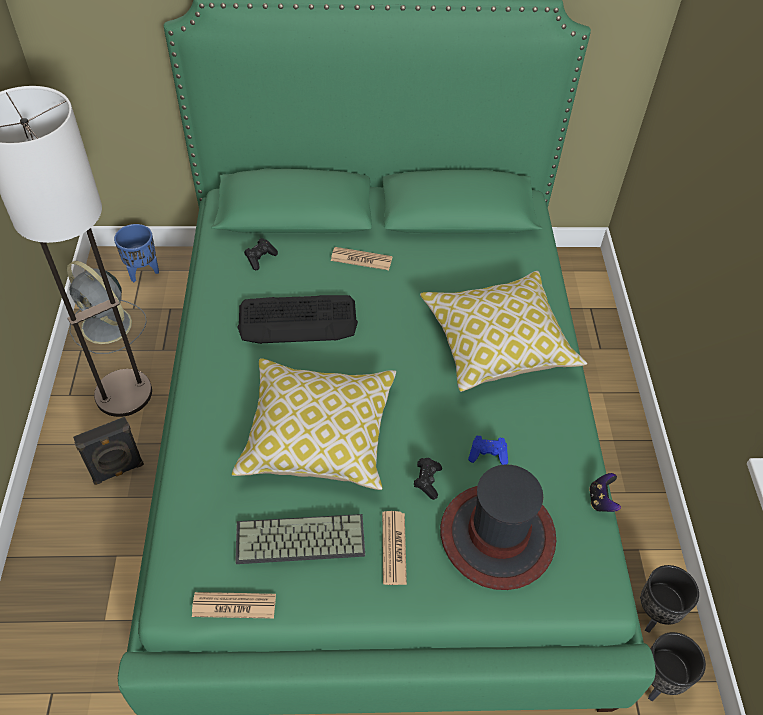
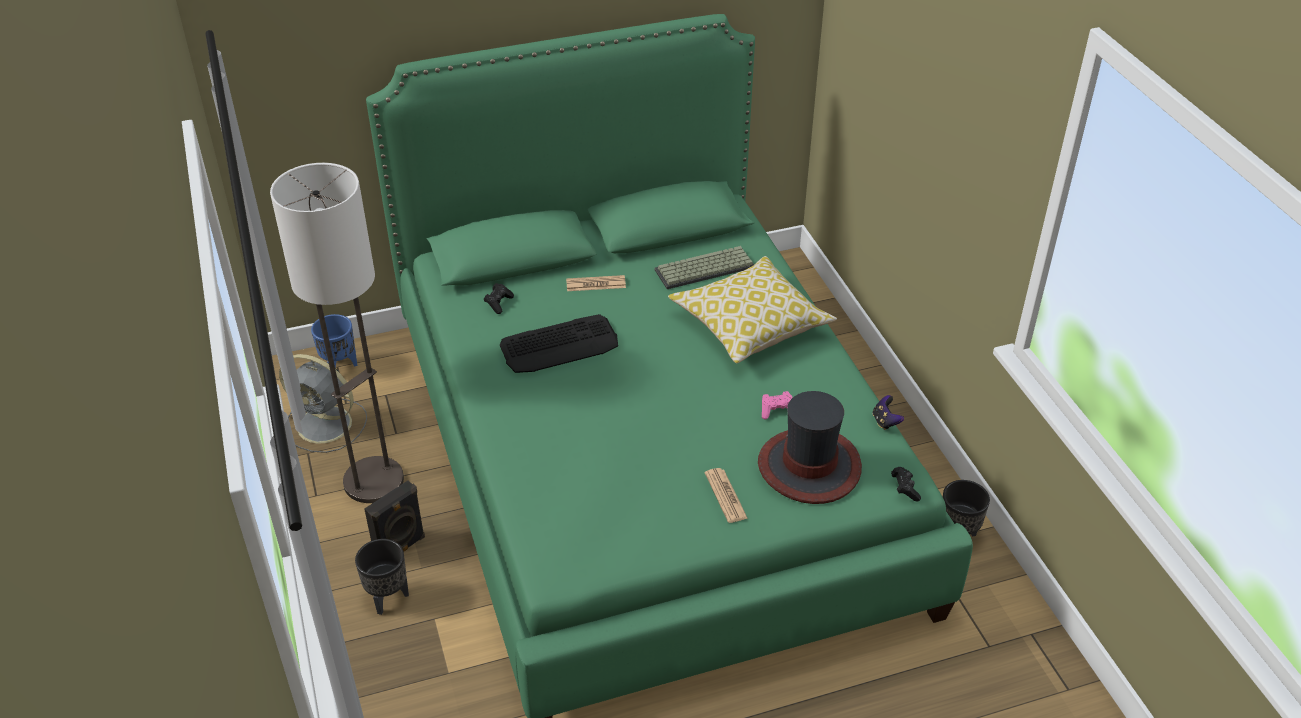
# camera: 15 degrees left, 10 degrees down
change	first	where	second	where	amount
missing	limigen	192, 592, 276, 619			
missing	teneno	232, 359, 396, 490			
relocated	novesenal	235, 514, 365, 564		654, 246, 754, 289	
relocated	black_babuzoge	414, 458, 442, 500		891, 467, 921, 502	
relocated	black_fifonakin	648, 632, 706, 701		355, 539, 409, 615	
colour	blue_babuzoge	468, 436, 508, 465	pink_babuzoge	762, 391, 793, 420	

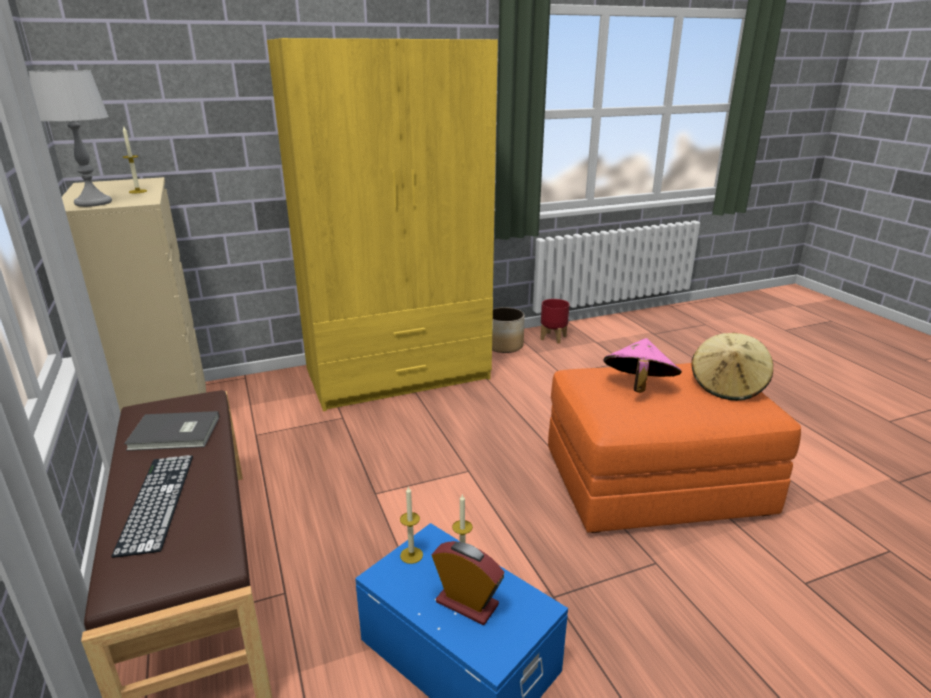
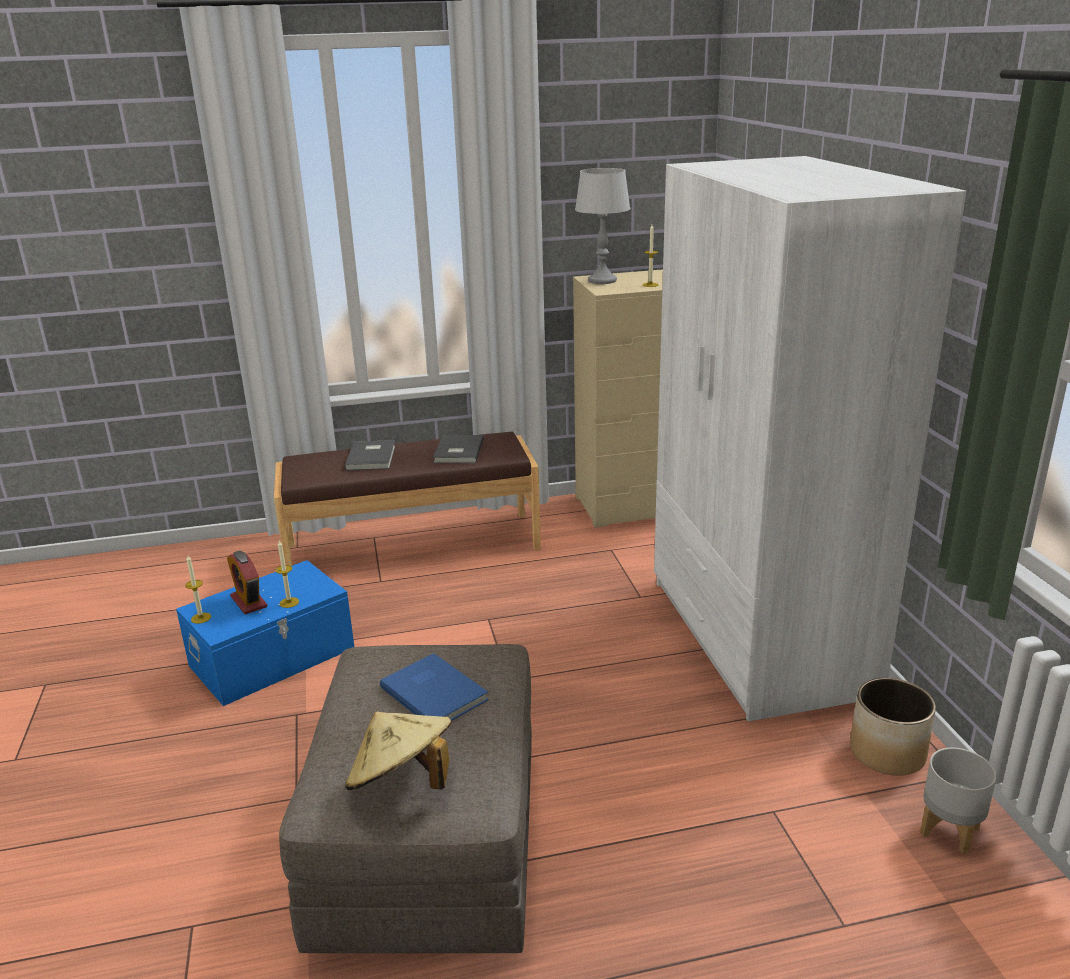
# camera: 100 degrees right, 0 degrees up
change	first	where	second	where	amount
relocated	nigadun	400, 486, 423, 564		185, 554, 211, 624	
exchanged	novesenal	111, 455, 193, 558	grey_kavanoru	345, 440, 395, 470	
exchanged	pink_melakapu	604, 338, 682, 393	blue_kavanoru	380, 653, 489, 721	
colour	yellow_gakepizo	267, 38, 498, 411	white_gakepizo	654, 156, 967, 721	
colour	red_fifonakin	540, 299, 570, 344	grey_fifonakin	920, 747, 997, 854	
colour	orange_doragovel	548, 363, 801, 533	grey_doragovel	279, 644, 532, 953	
spun	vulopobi	432, 541, 504, 625		227, 551, 267, 614	105 degrees clockwise

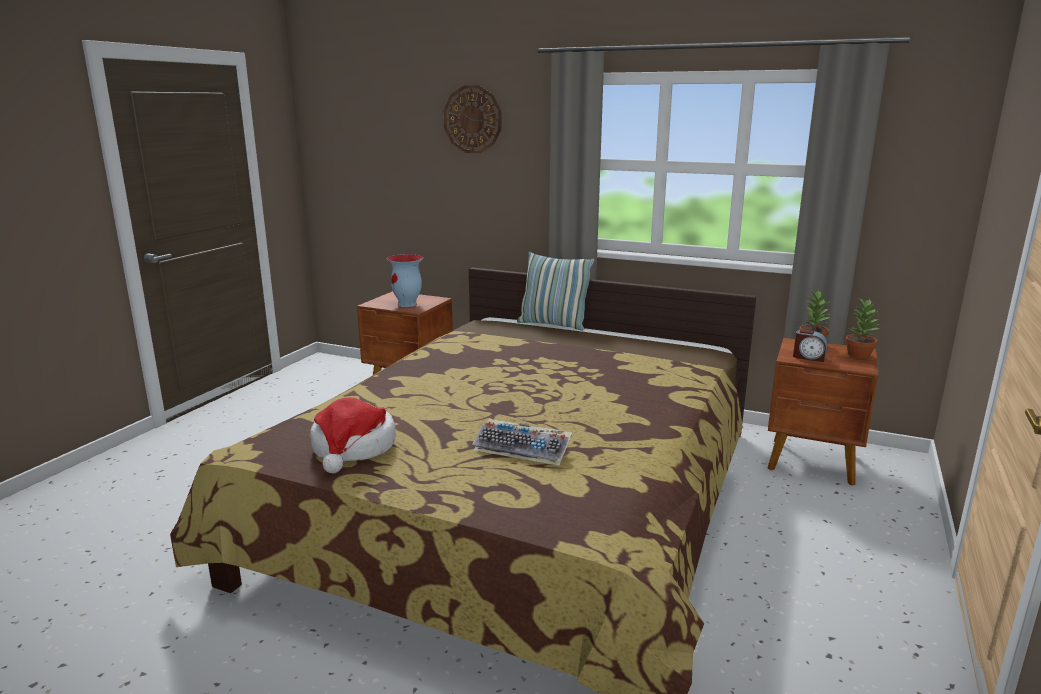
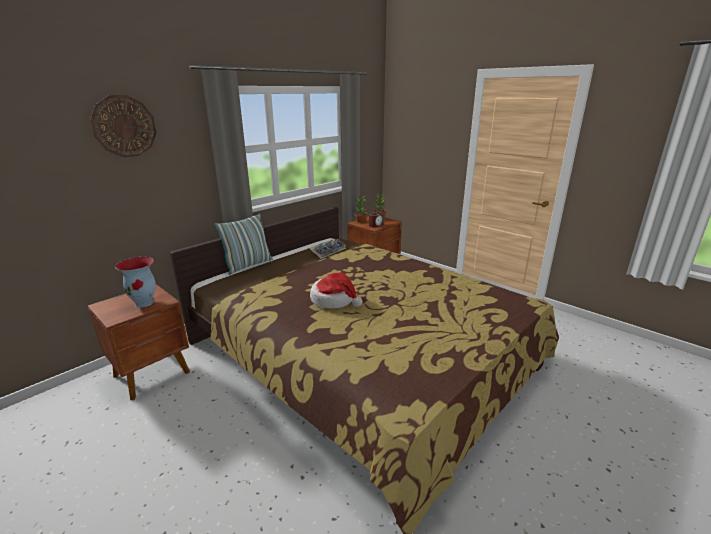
# camera: 70 degrees left, 5 degrees up
change	first	where	second	where	amount
relocated	melakapu	310, 397, 396, 474		310, 273, 362, 309	
relocated	novesenal	473, 419, 572, 466		309, 239, 346, 259	

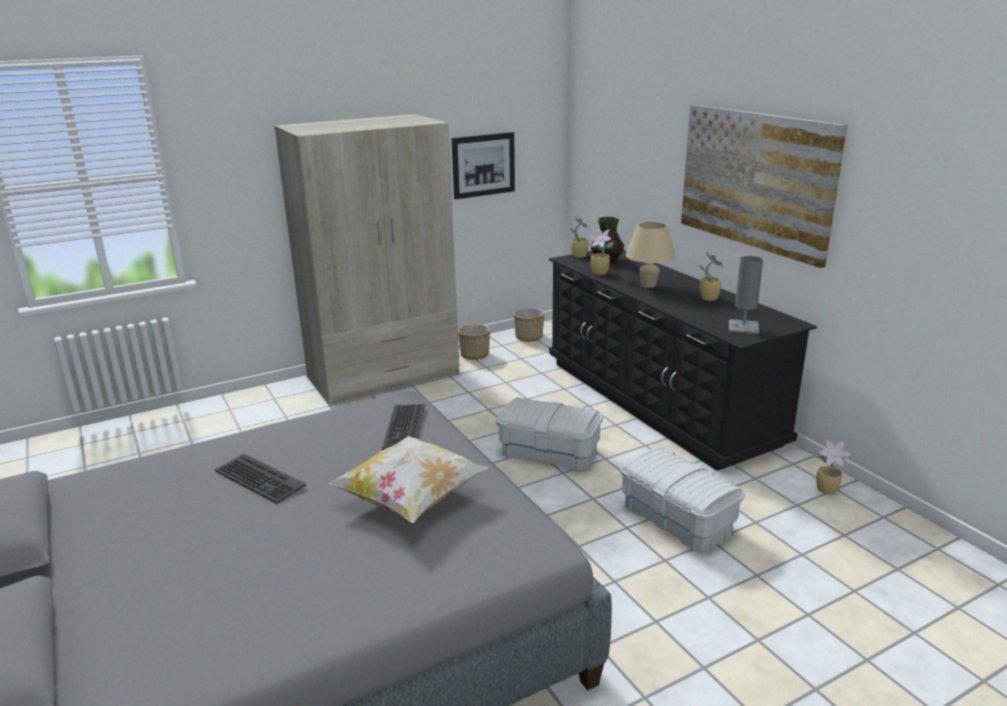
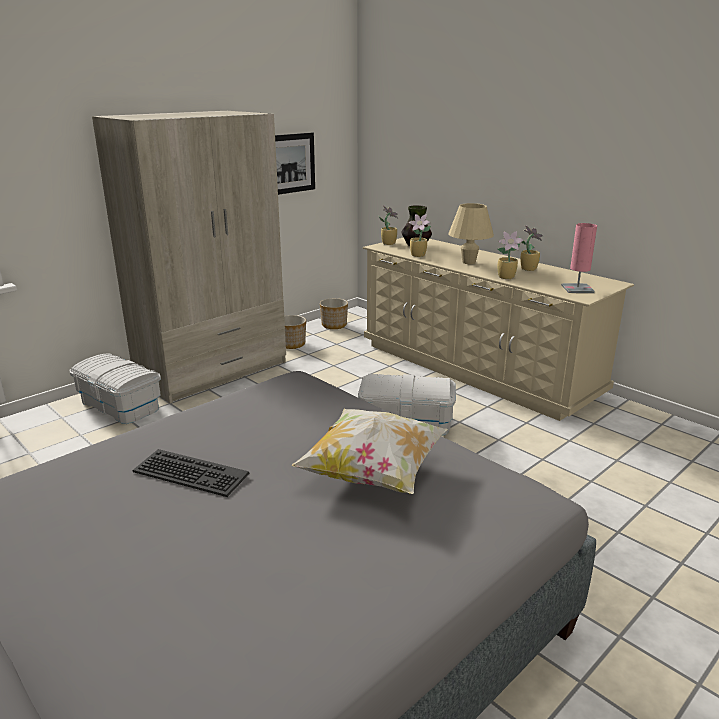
# camera: 15 degrees left, 0 degrees up
change	first	where	second	where	amount
missing	novesenal	382, 404, 425, 450			
missing	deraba	681, 104, 847, 268			
relocated	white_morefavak	620, 447, 745, 553		70, 353, 161, 424	
relocated	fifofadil	816, 440, 851, 495		498, 231, 524, 279	
colour	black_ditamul	549, 250, 817, 471	beige_ditamul	363, 237, 634, 421	
colour	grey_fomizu	729, 256, 763, 334	pink_fomizu	561, 223, 597, 293	

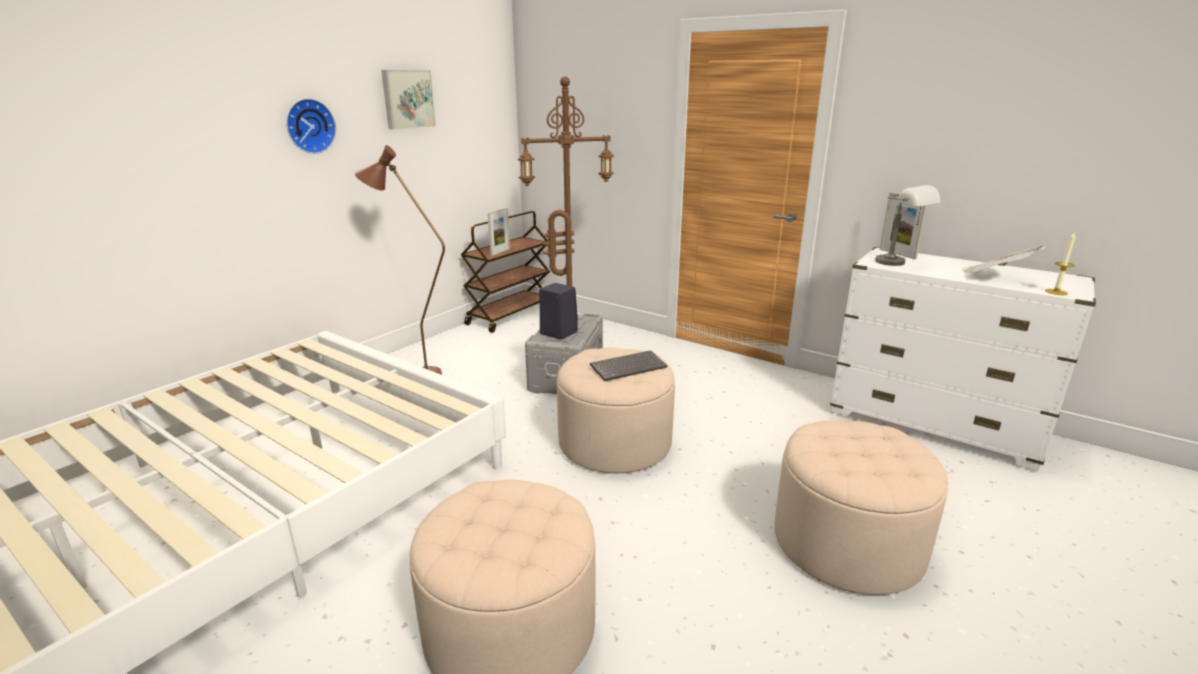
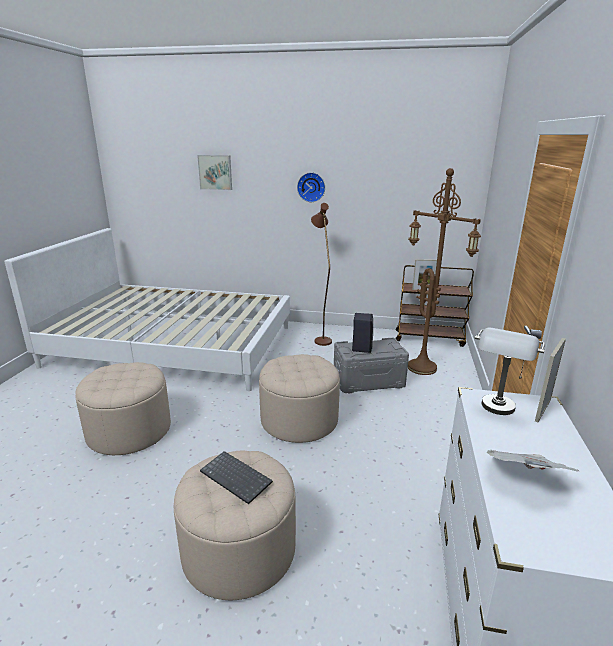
# camera: 65 degrees right, 0 degrees up
change	first	where	second	where	amount
missing	nigadun	1045, 231, 1075, 295			
relocated	deraba	381, 70, 436, 129		197, 155, 232, 190	
relocated	novesenal	590, 350, 668, 381		200, 451, 273, 504	

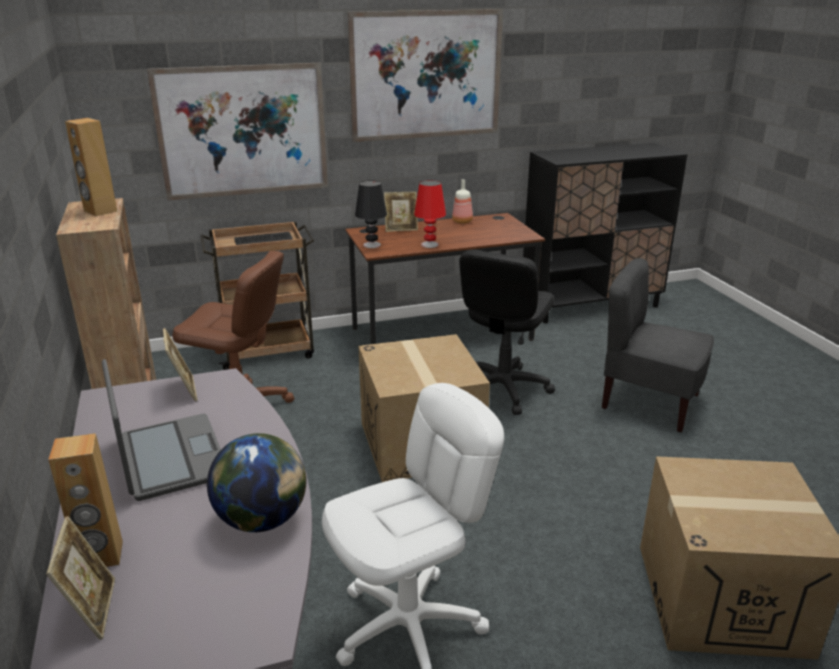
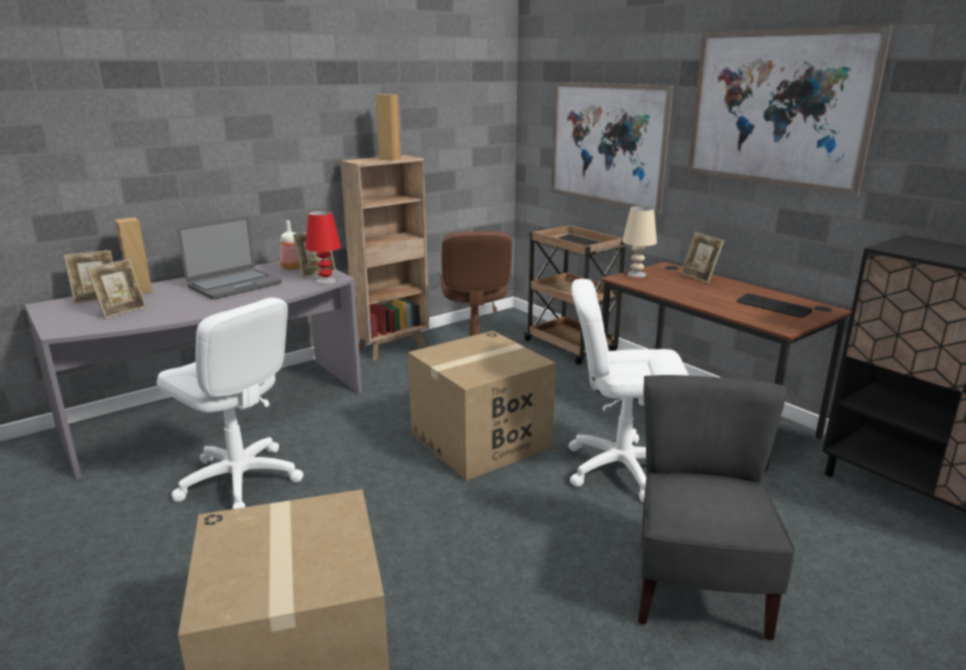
# camera: 70 degrees right, 5 degrees down
change	first	where	second	where	amount
missing	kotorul	207, 433, 306, 532			
appeared			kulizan	86, 259, 146, 319	
appeared			novesenal	737, 293, 812, 318	
relocated	red_fomizu	414, 180, 446, 248		305, 210, 341, 284	
relocated	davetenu	452, 179, 473, 224		280, 220, 300, 270	
colour	black_fomizu	355, 180, 387, 248	beige_fomizu	622, 206, 657, 278	
colour	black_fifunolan	459, 249, 555, 415	white_fifunolan	568, 279, 689, 502	

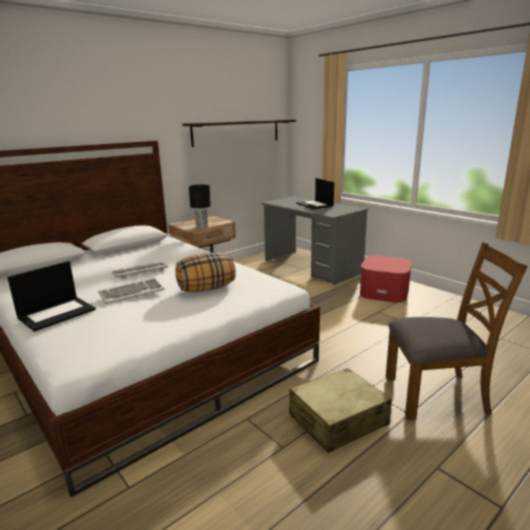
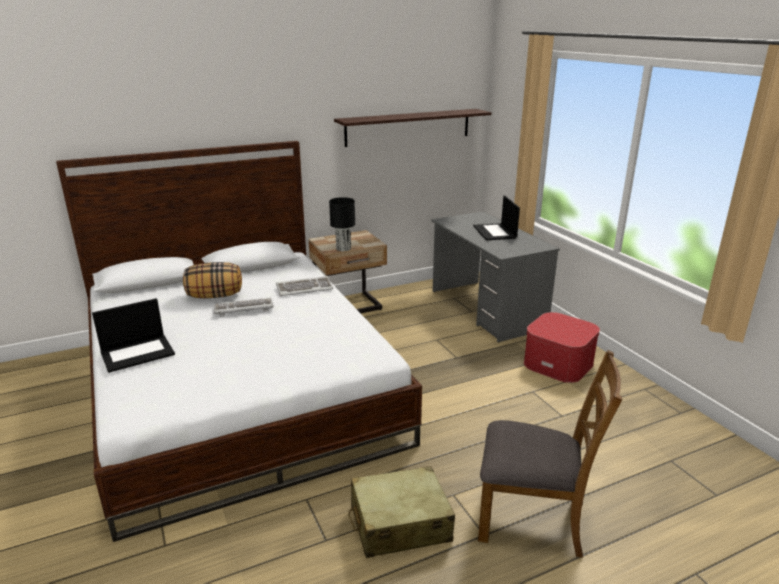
# camera: 15 degrees right, 5 degrees up
change	first	where	second	where	amount
relocated	novesenal	98, 278, 164, 304		276, 276, 333, 296	
relocated	teneno	175, 253, 236, 292		183, 262, 242, 298	

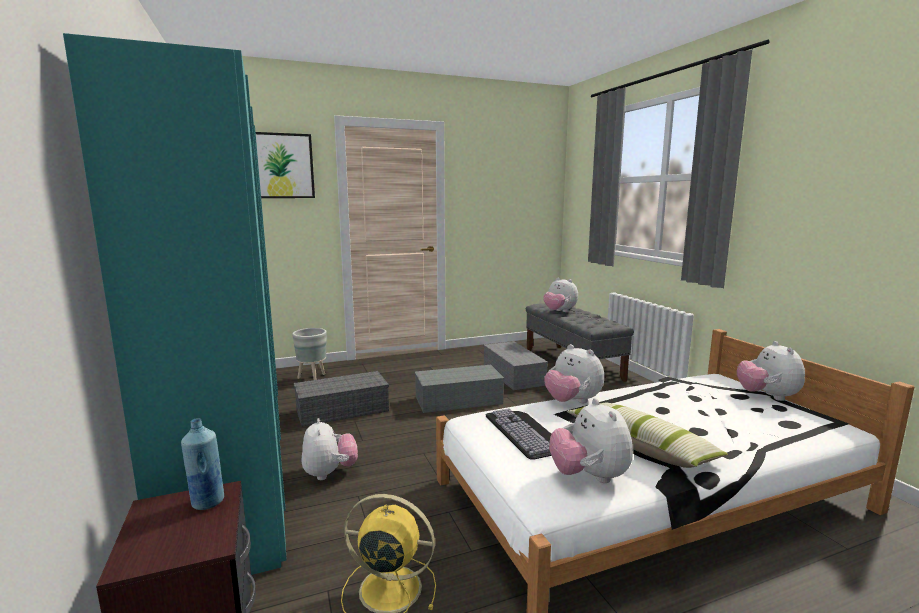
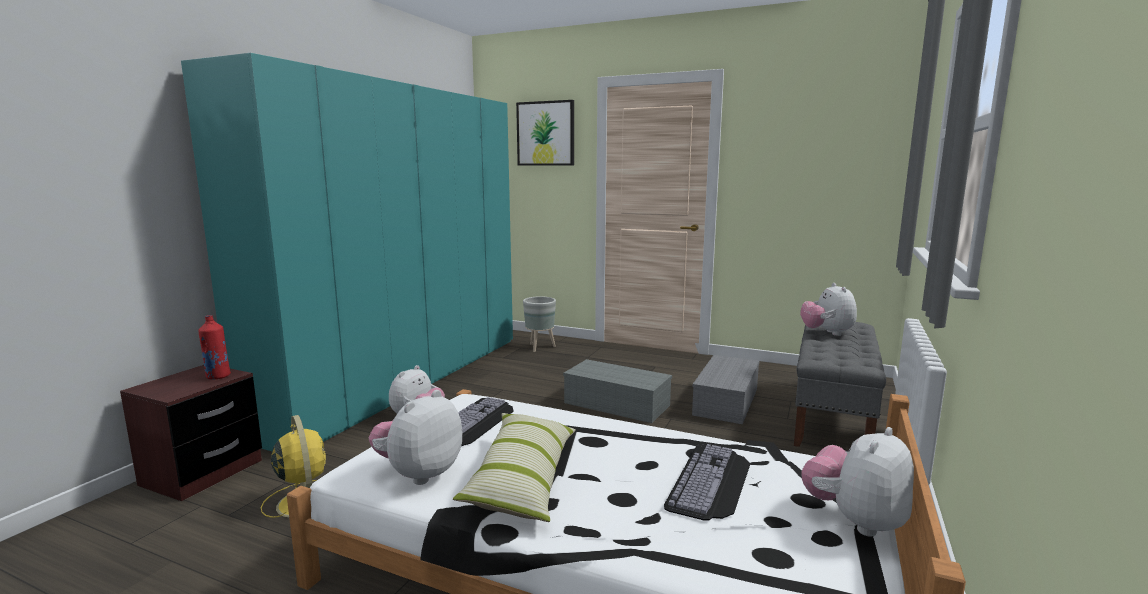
# camera: 45 degrees right, 0 degrees up
change	first	where	second	where	amount
missing	grey_morefavak	294, 371, 389, 427			
missing	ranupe	544, 344, 604, 403			
appeared			novesenal	664, 444, 750, 521	
colour	blue_davetenu	181, 418, 224, 510	red_davetenu	198, 315, 231, 380	

